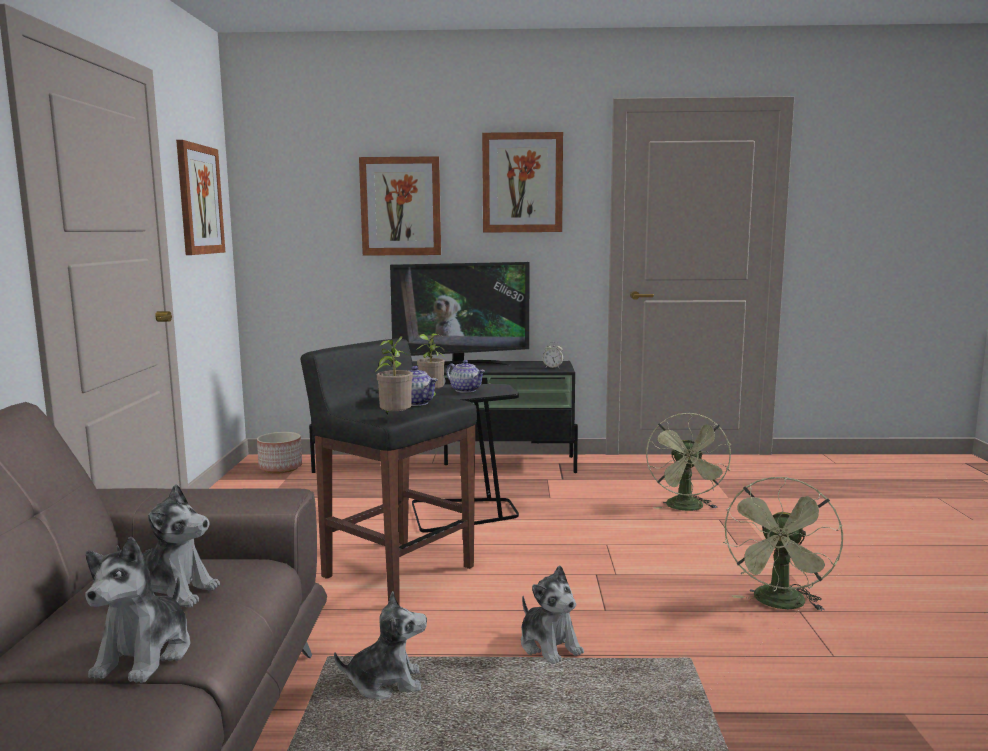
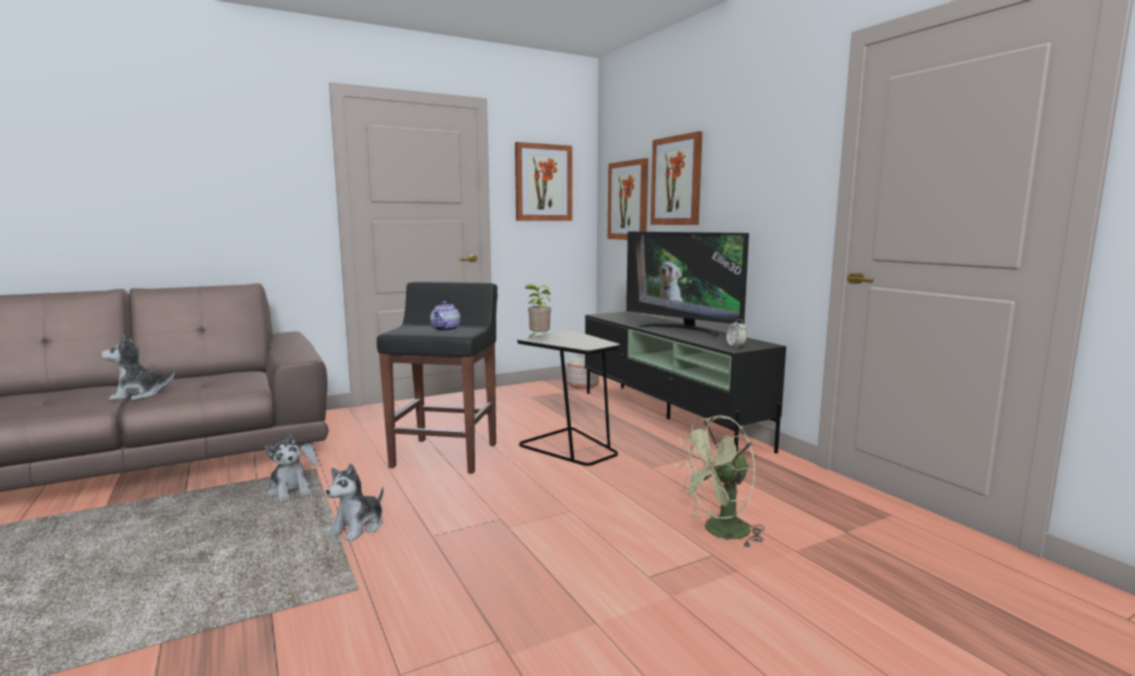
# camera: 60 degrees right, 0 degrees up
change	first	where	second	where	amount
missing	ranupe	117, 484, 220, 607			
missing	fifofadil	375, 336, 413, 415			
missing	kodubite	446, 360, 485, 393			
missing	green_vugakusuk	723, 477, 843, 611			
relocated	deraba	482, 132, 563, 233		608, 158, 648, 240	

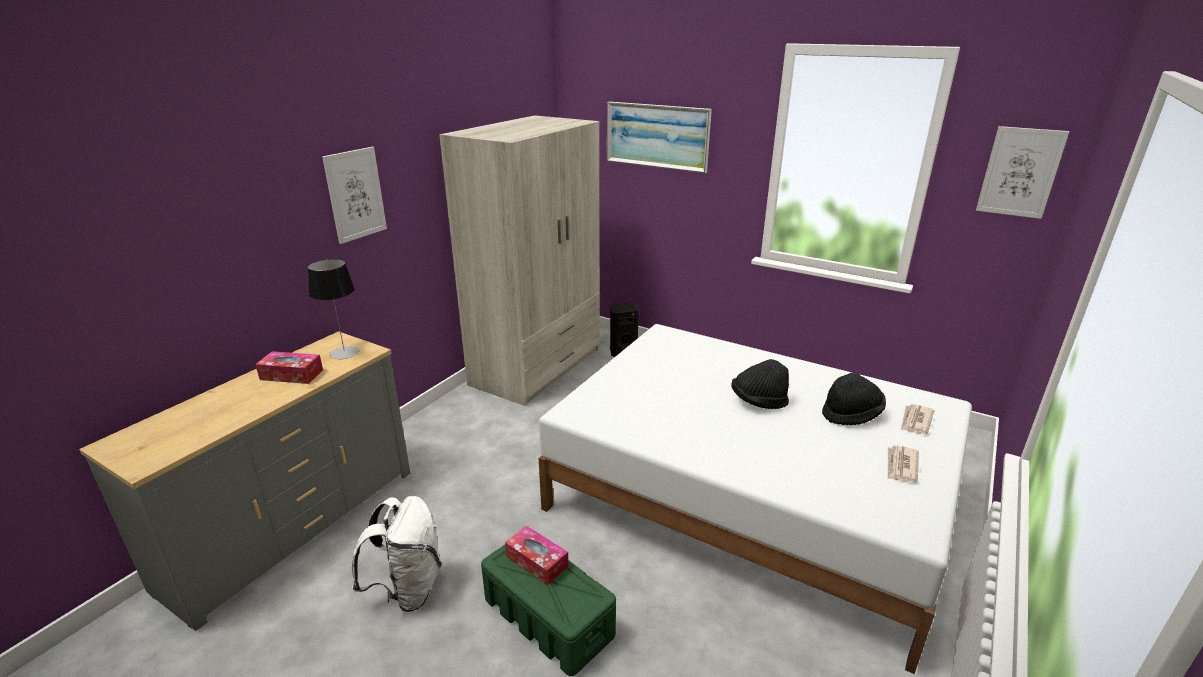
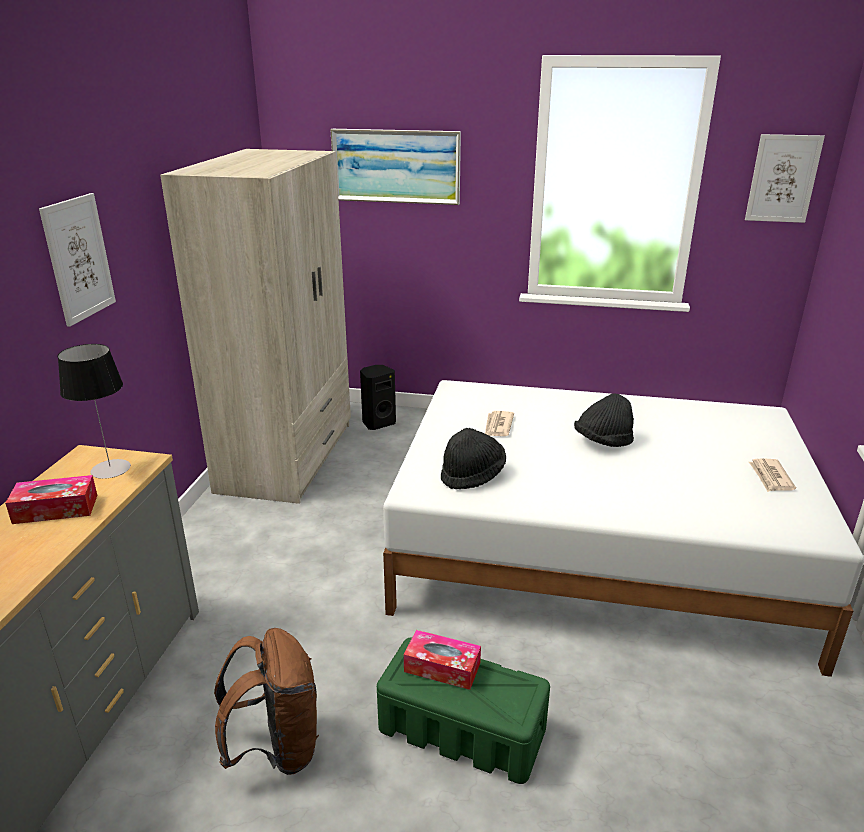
# camera: 20 degrees left, 0 degrees up
change	first	where	second	where	amount
relocated	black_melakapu	822, 373, 886, 425		441, 428, 506, 489	
relocated	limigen	901, 404, 934, 434		485, 411, 514, 436	
colour	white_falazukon	352, 496, 441, 612	brown_falazukon	214, 628, 319, 775	

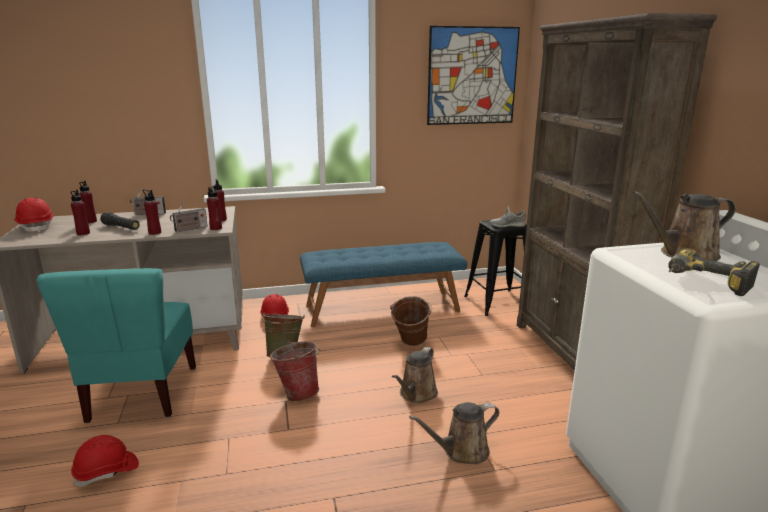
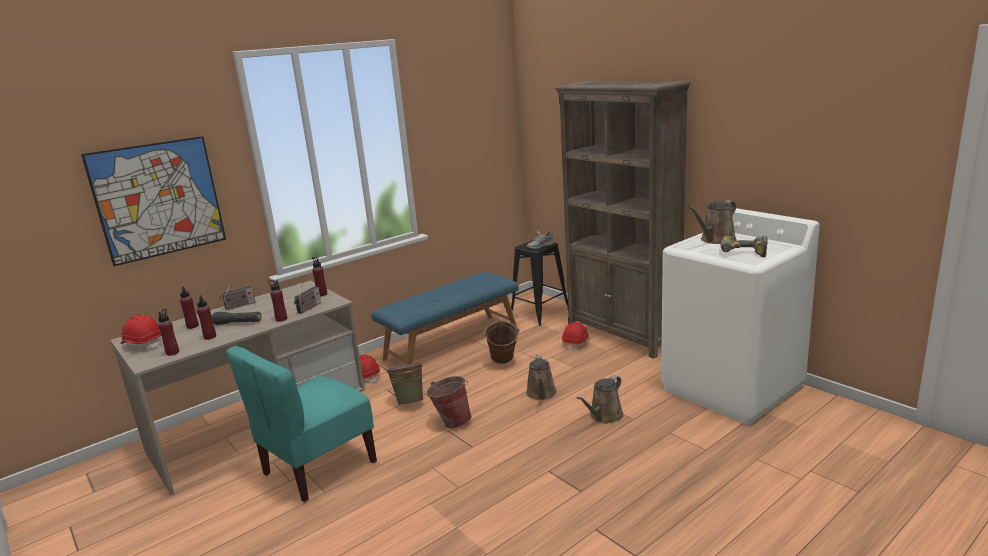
# camera: 25 degrees left, 0 degrees up
change	first	where	second	where	amount
relocated	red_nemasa	71, 435, 139, 487		562, 322, 590, 351	
relocated	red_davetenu	207, 185, 222, 230		158, 309, 179, 356	
relocated	deraba	427, 26, 520, 125		81, 136, 226, 266	
spun	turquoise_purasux	36, 268, 196, 423		226, 346, 377, 502	75 degrees clockwise

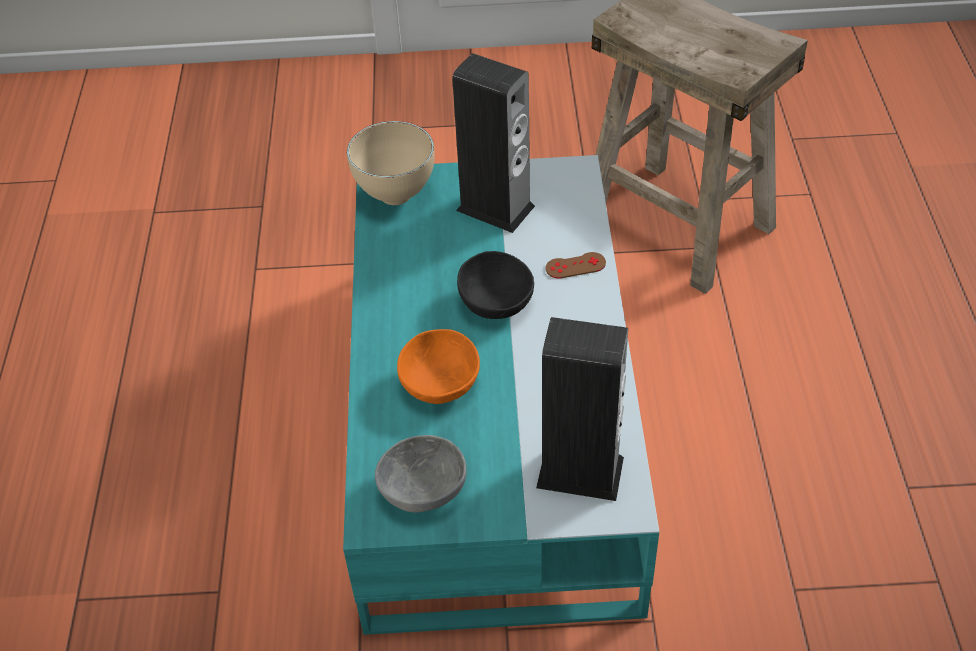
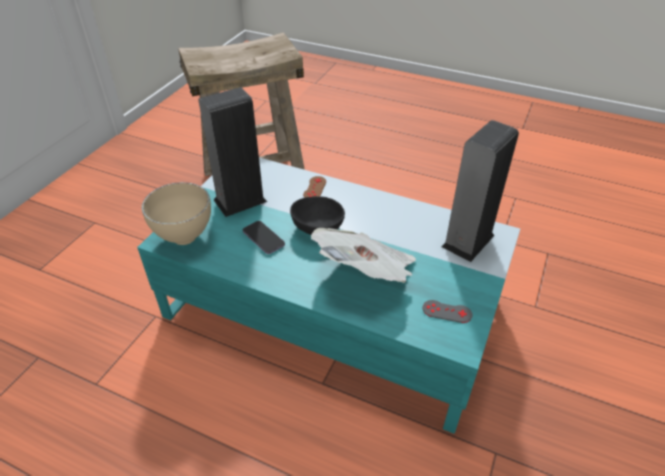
# camera: 65 degrees left, 5 degrees down
change	first	where	second	where	amount
appeared			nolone	243, 221, 285, 254	
exchanged	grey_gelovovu	375, 435, 467, 512	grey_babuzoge	423, 300, 472, 323	
exchanged	orange_gelovovu	397, 329, 480, 404	limigen	311, 228, 416, 283	

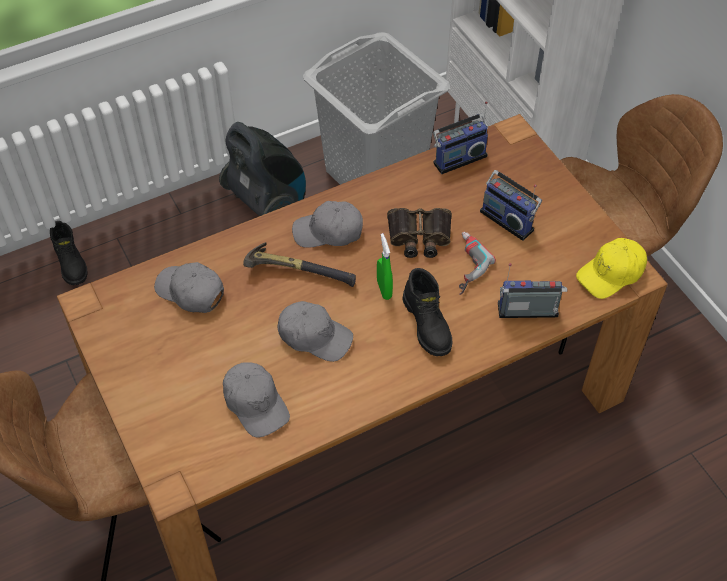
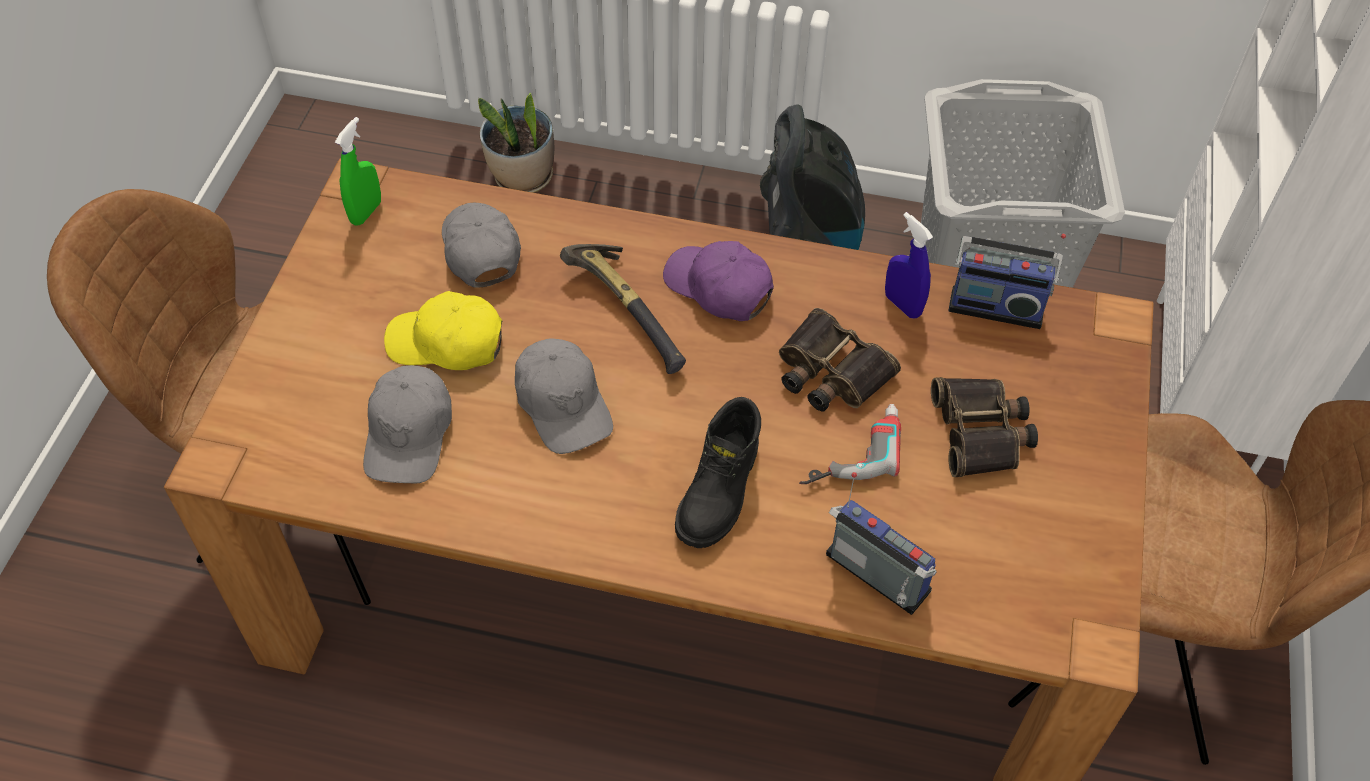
# camera: 40 degrees right, 0 degrees up
change	first	where	second	where	amount
appeared			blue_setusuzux	885, 212, 933, 319	
relocated	green_setusuzux	377, 233, 393, 300		335, 117, 381, 226	
relocated	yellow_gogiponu	576, 238, 647, 299		384, 291, 502, 370	
exchanged	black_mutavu	50, 221, 87, 285	fifofadil	478, 93, 554, 193	
exchanged	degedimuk	480, 170, 542, 241	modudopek	931, 377, 1038, 477	
colour	grey_gogiponu	292, 201, 363, 248	purple_gogiponu	663, 241, 774, 321	

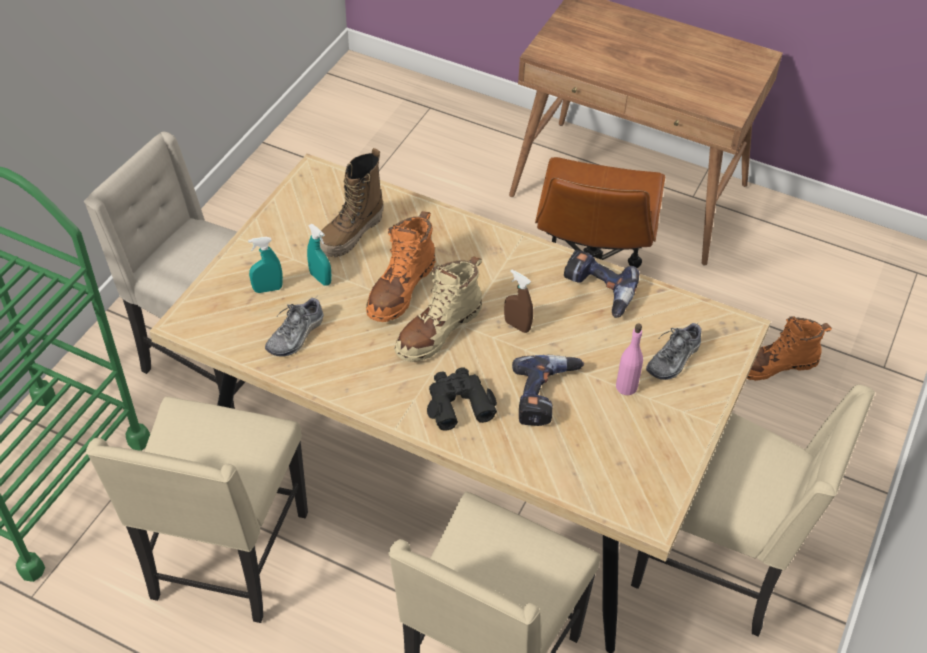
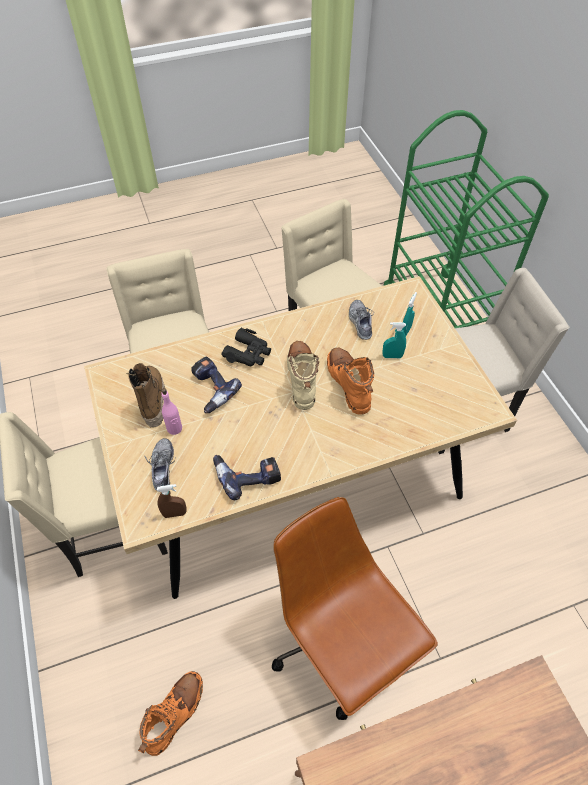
# camera: 135 degrees right, 5 degrees up
change	first	where	second	where	amount
relocated	mutavu	320, 148, 384, 257		127, 363, 165, 427	
relocated	brown_setusuzux	504, 270, 533, 333		157, 484, 187, 518	

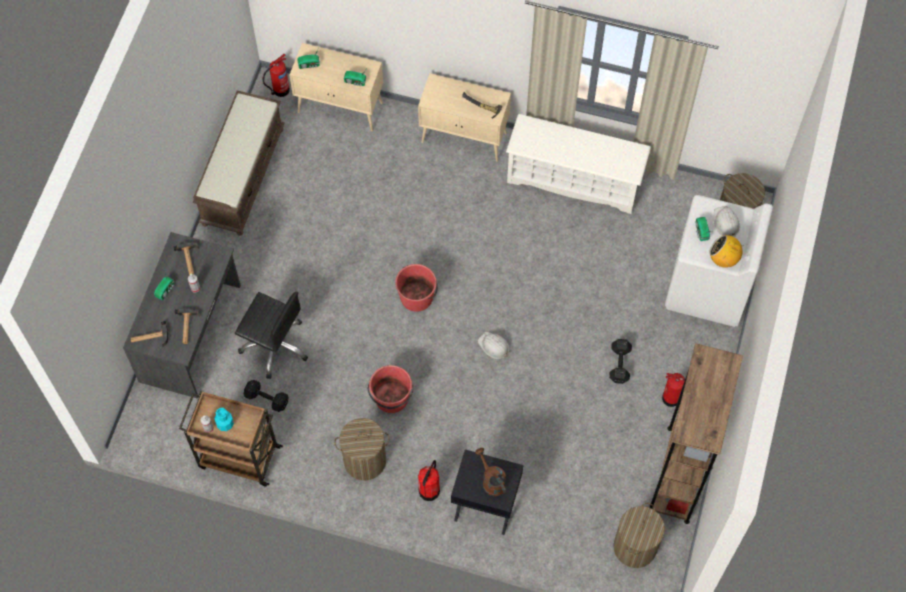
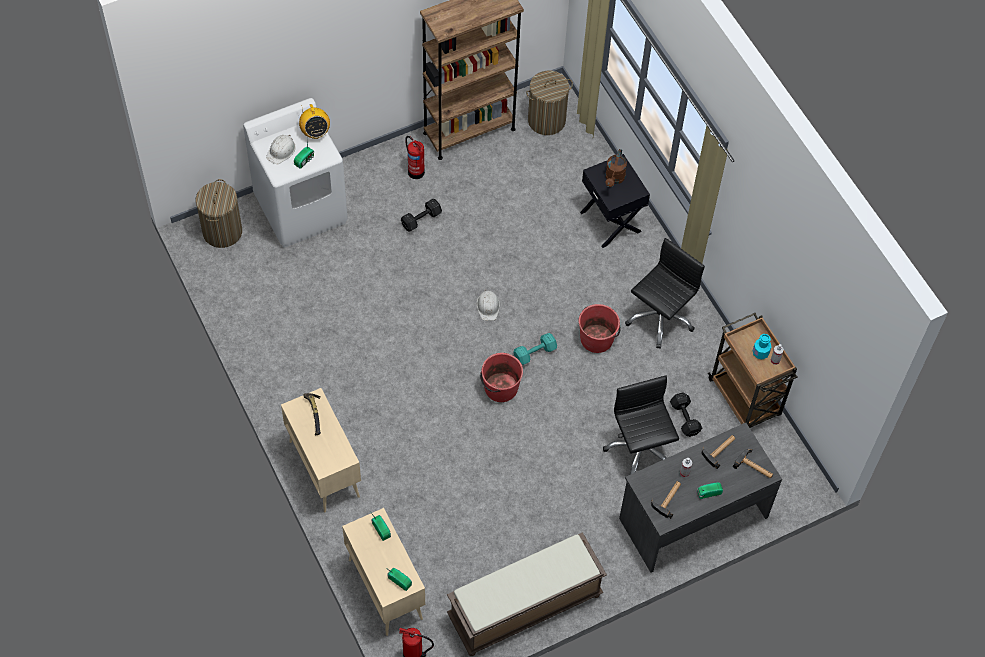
# camera: 135 degrees left, 5 degrees down
change	first	where	second	where	amount
missing	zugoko	418, 460, 440, 501			
missing	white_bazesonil	506, 114, 651, 214			
appeared			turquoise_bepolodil	513, 333, 557, 365	
exchanged	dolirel	334, 418, 390, 480	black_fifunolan	625, 238, 705, 349	

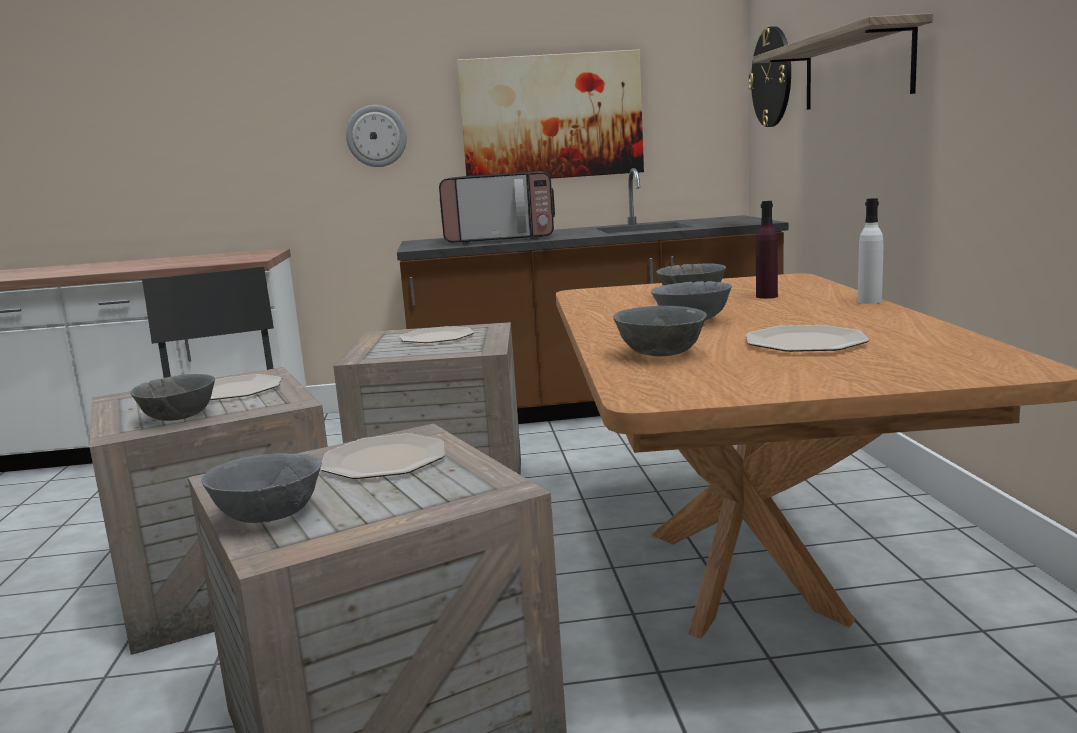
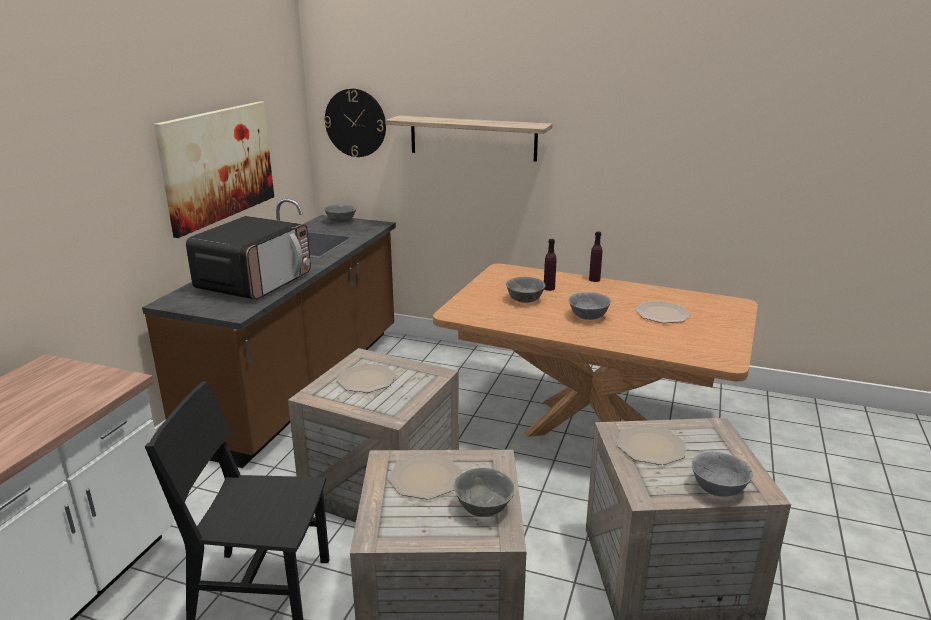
# camera: 65 degrees left, 10 degrees up
change	first	where	second	where	amount
missing	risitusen	346, 105, 407, 167			
relocated	grey_gelovovu	613, 306, 707, 356		324, 204, 357, 223	
colour	white_davetenu	857, 198, 883, 304	purple_davetenu	589, 231, 602, 282	

